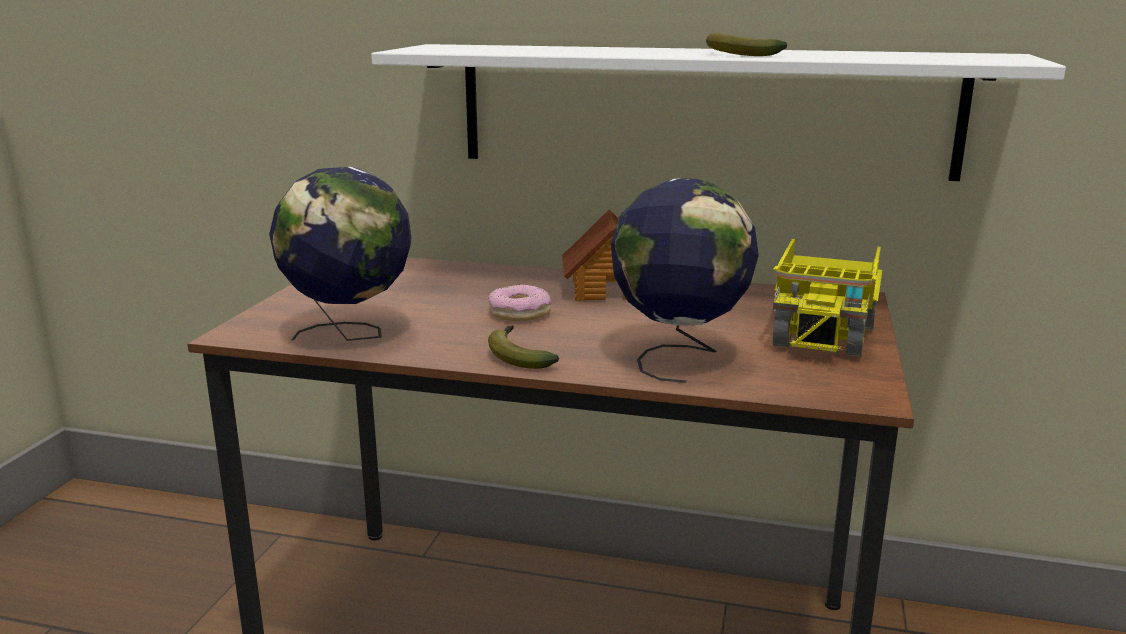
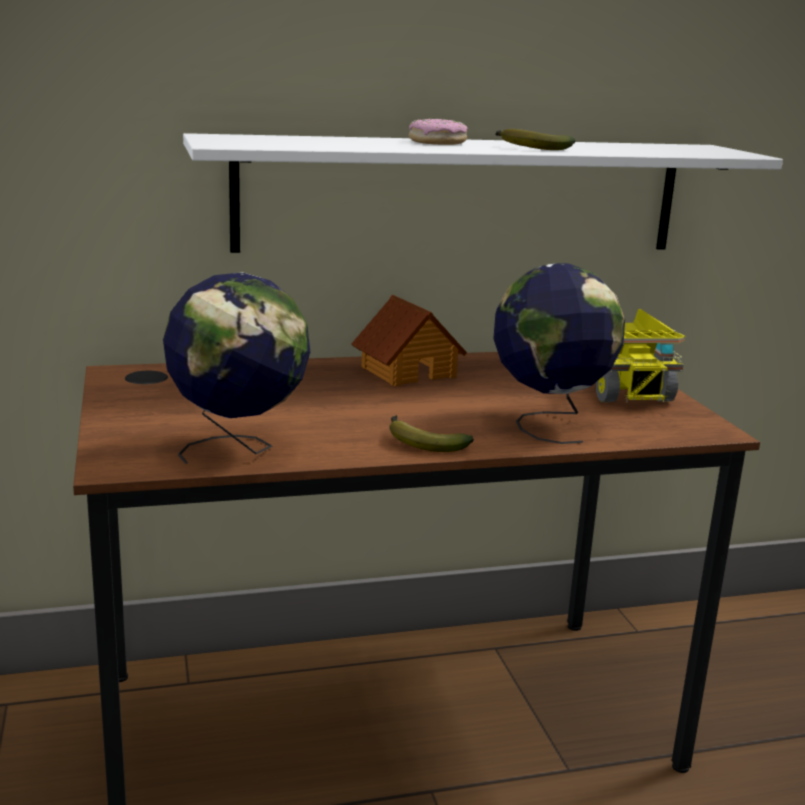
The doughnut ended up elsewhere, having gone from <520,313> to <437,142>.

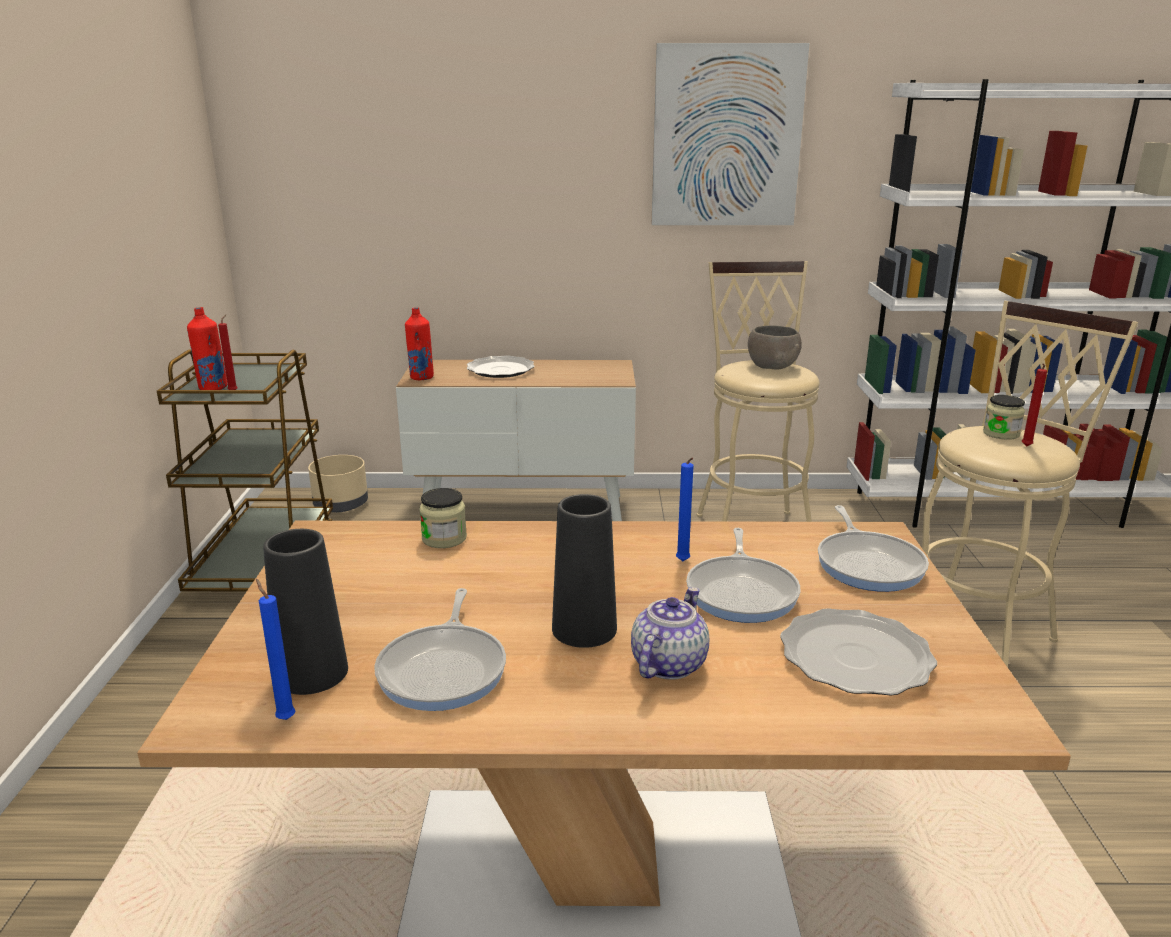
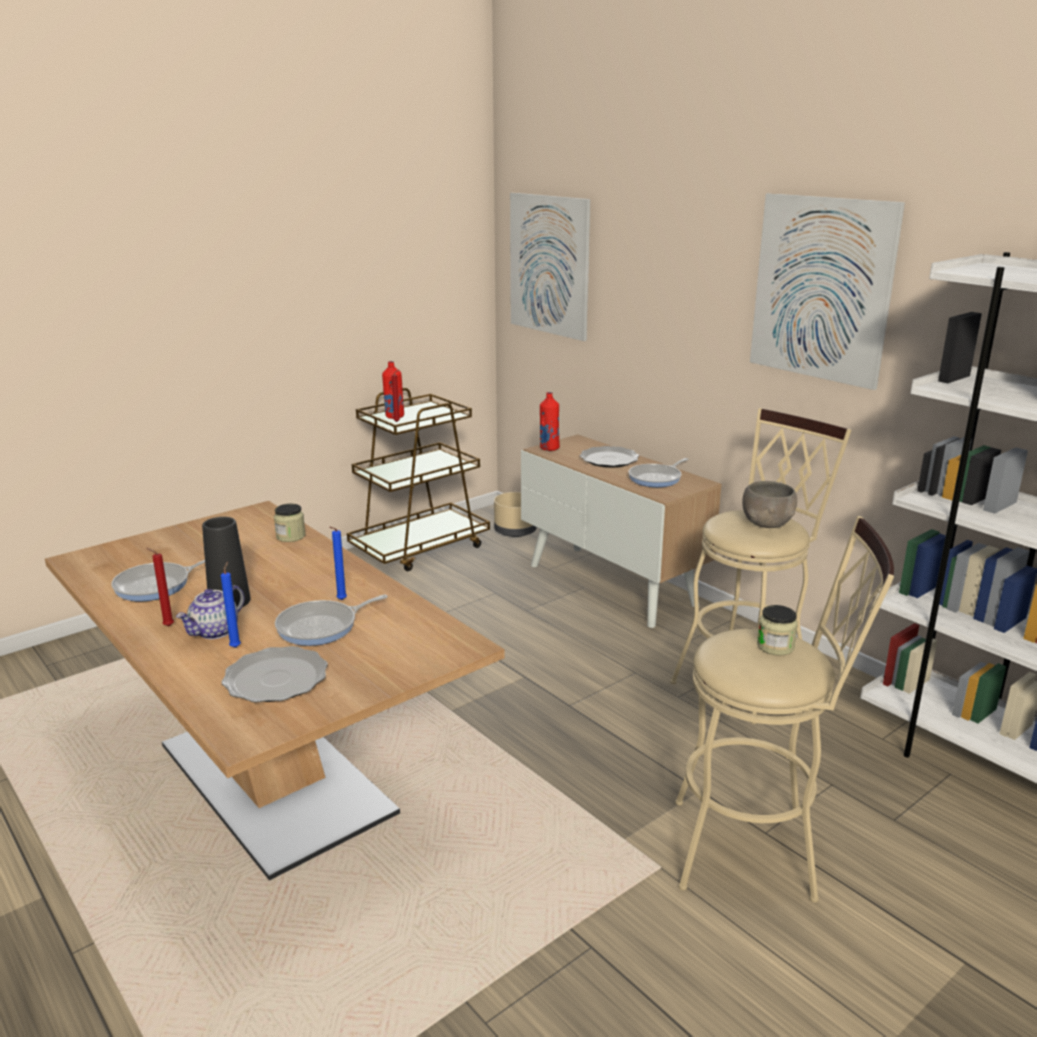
The wax light (reddish) ended up elsewhere, having gone from <1026,447> to <167,626>.
The pot for tea at <668,663> ended up facing another way, 135 degrees clockwise from before.
The wax light (blue) ended up elsewhere, having gone from <284,718> to <236,646>.
The second view gained the picture at <549,265>.
The frying pan ended up elsewhere, having gone from <868,564> to <657,478>.
The second view lost the vase (blackish) at <312,673>.

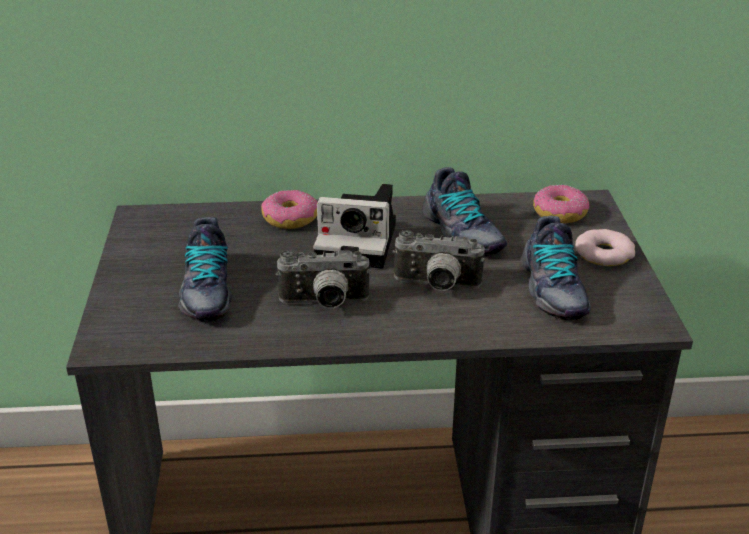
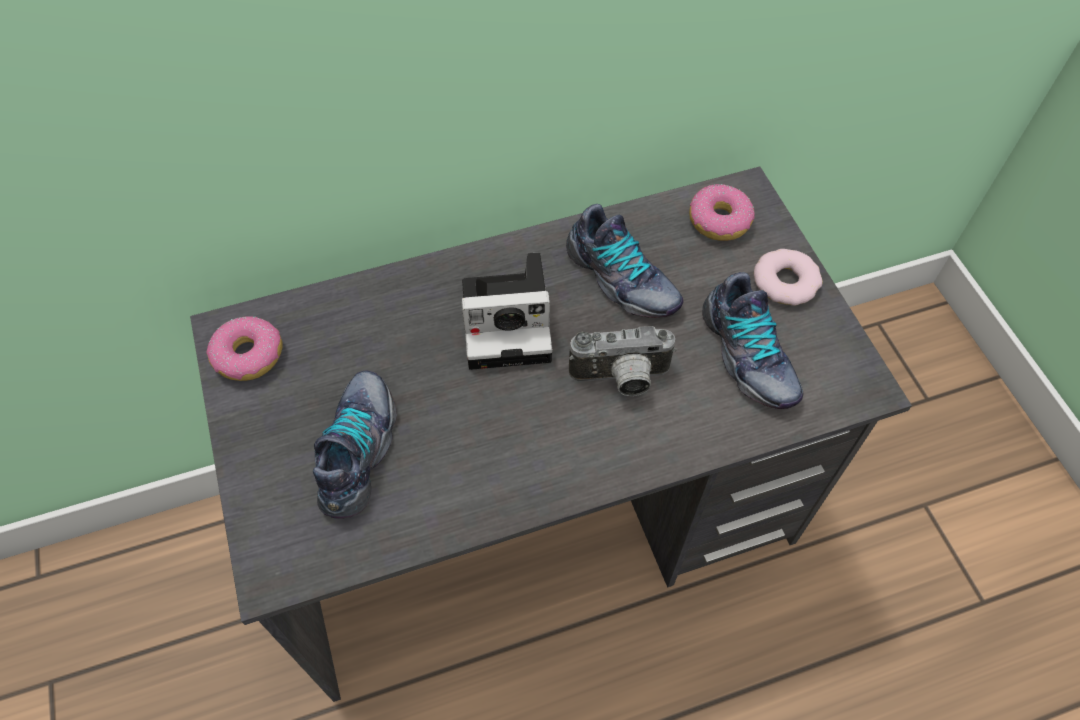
The doughnut ended up elsewhere, having gone from <290,218> to <248,356>.
The low shoe at <206,291> ended up facing another way, 150 degrees counterclockwise from before.
The second view lost the photo camera at <324,304>.

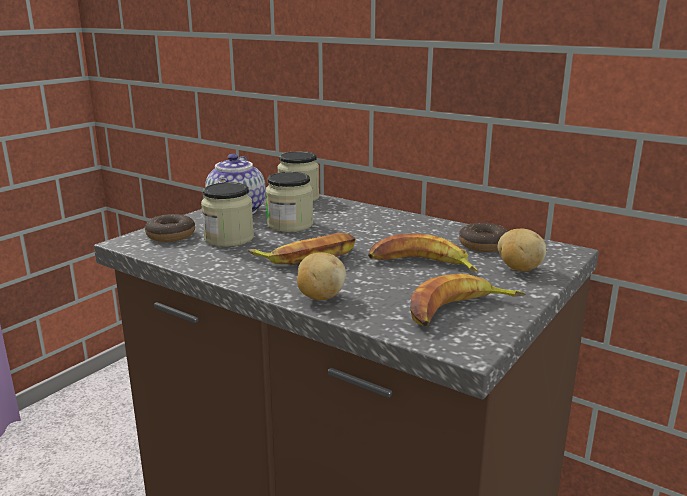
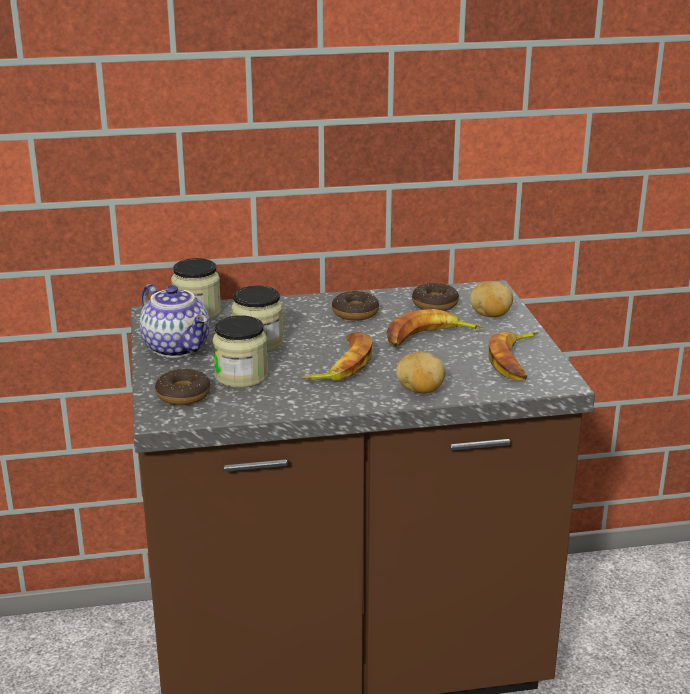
The second view gained the doughnut at <355,313>.

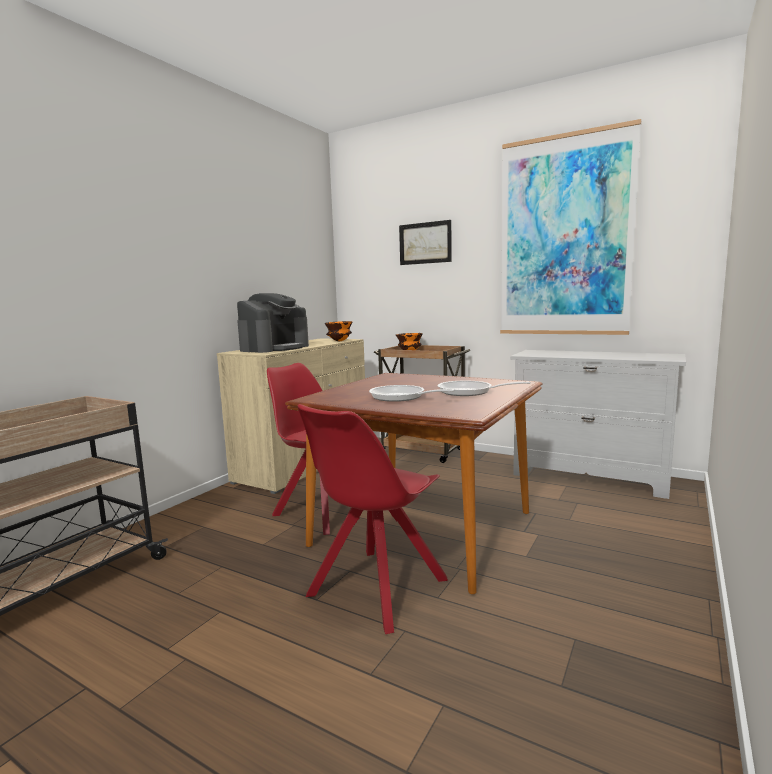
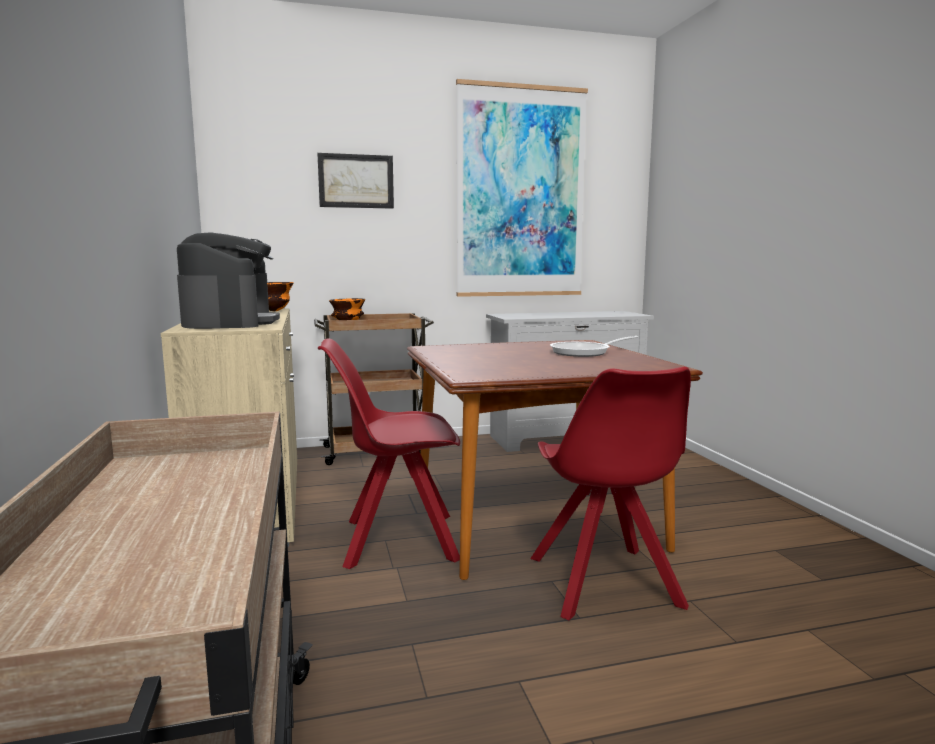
The second view lost the frying pan at <401,397>.

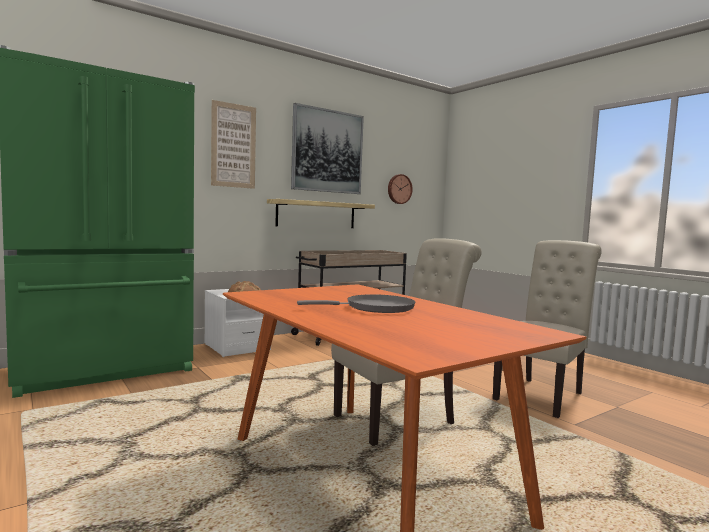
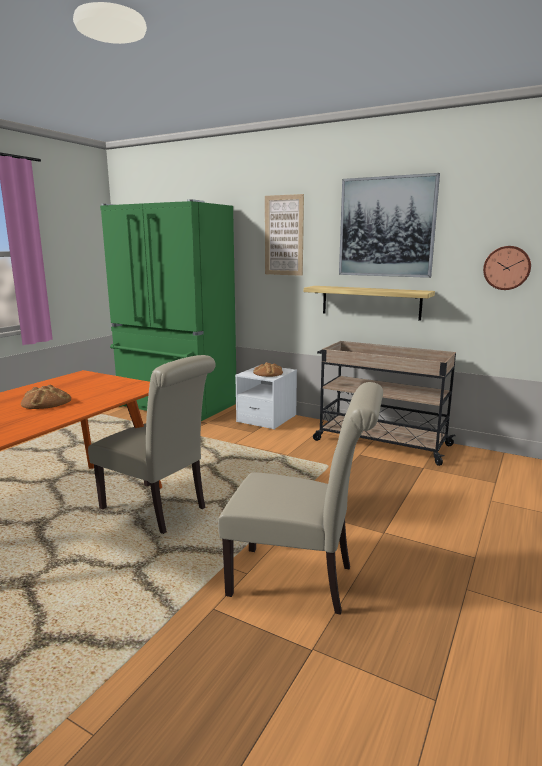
Where the frying pan (gray) stood at <375,308>, the bakery bread came to stand at <46,402>.

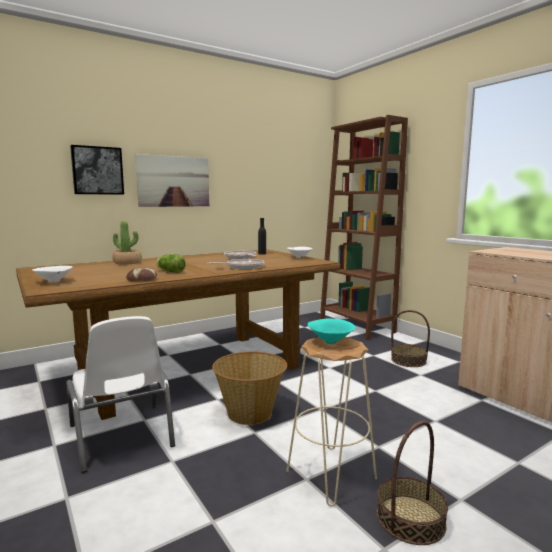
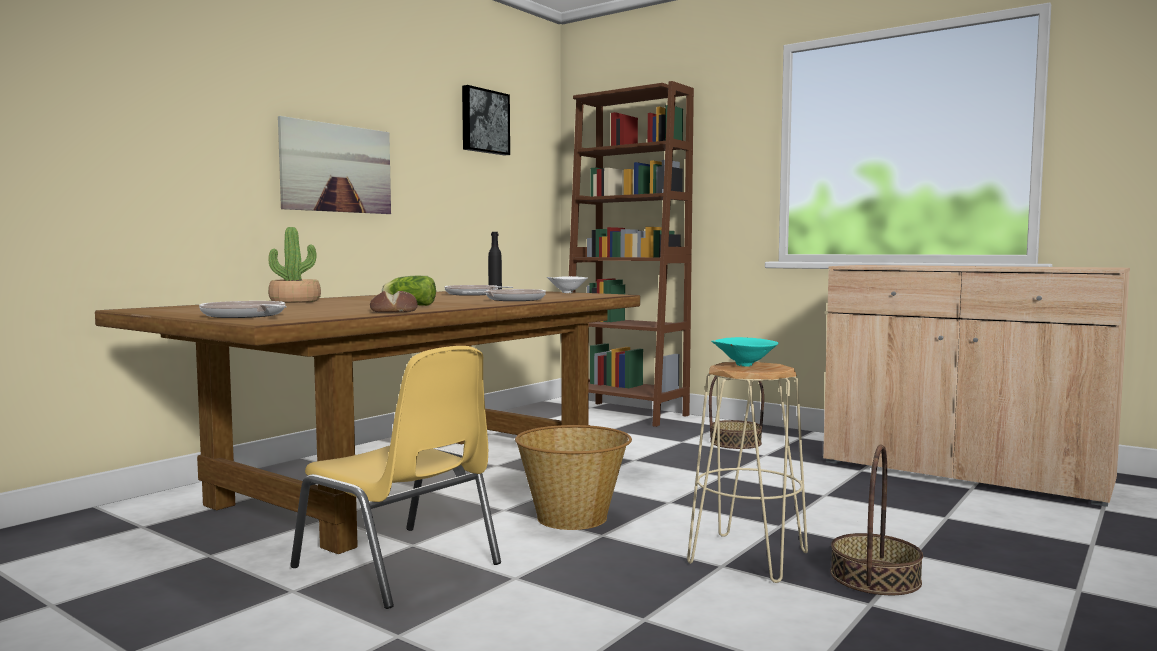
Where the deep dish (white-coloured) stood at <54,282>, the frying pan came to stand at <245,316>.
What was the chair (white-coloured) at <122,436> turned into the chair (yellow-coloured) at <400,566>.
The picture ended up elsewhere, having gone from <97,170> to <484,121>.

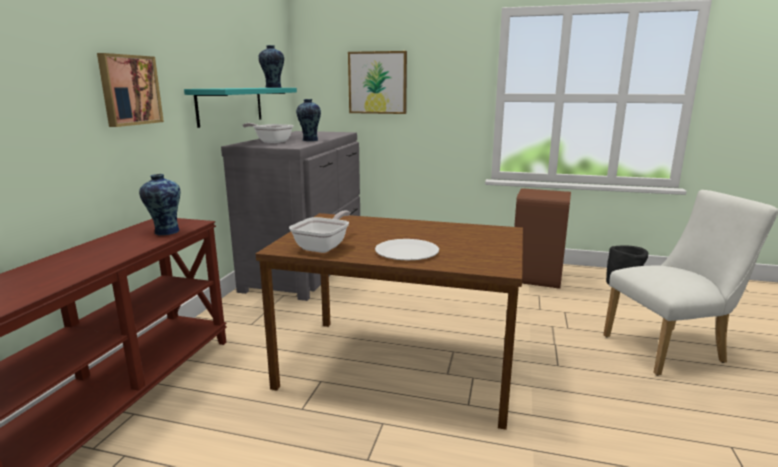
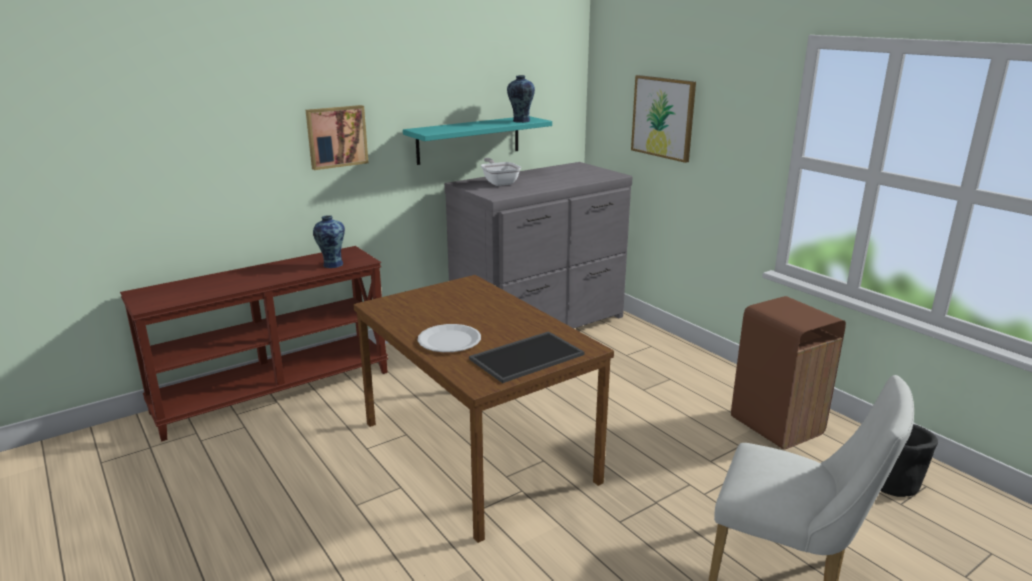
The second view gained the carrying tray at <526,356>.
The second view lost the frying pan at <324,246>.
The second view lost the vase at <309,140>.

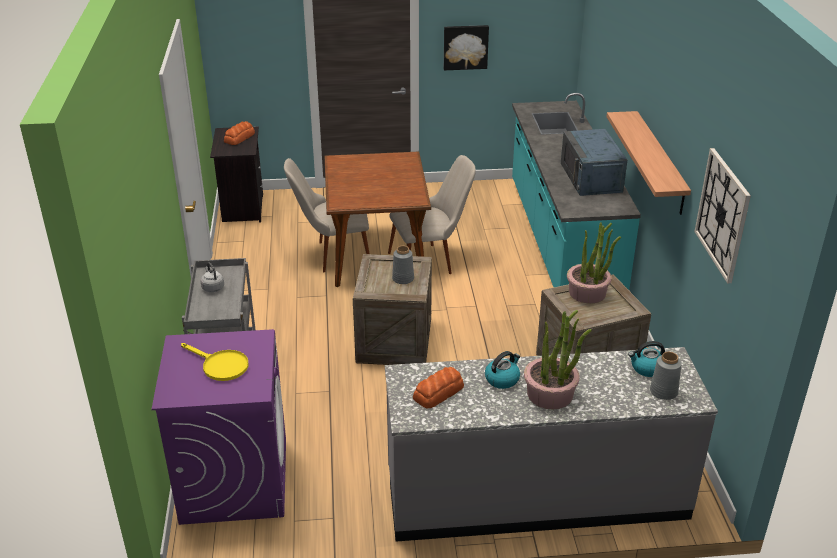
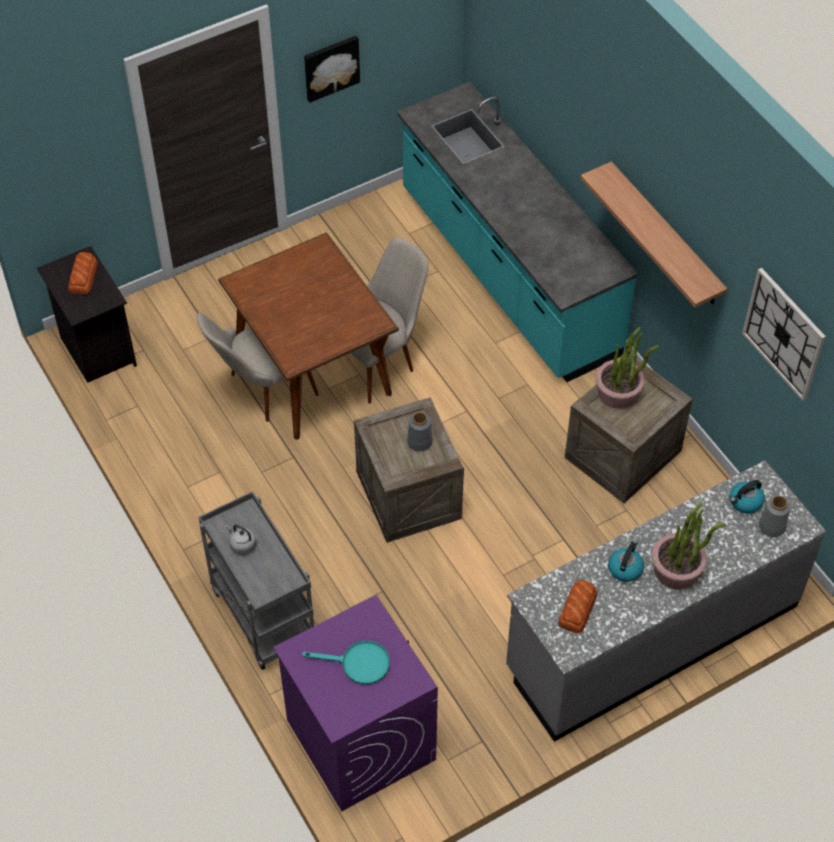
What was the frying pan (yellow-coloured) at <220,366> turned into the frying pan (turquoise) at <358,664>.
The second view lost the kitchen microwave (blue) at <591,177>.

